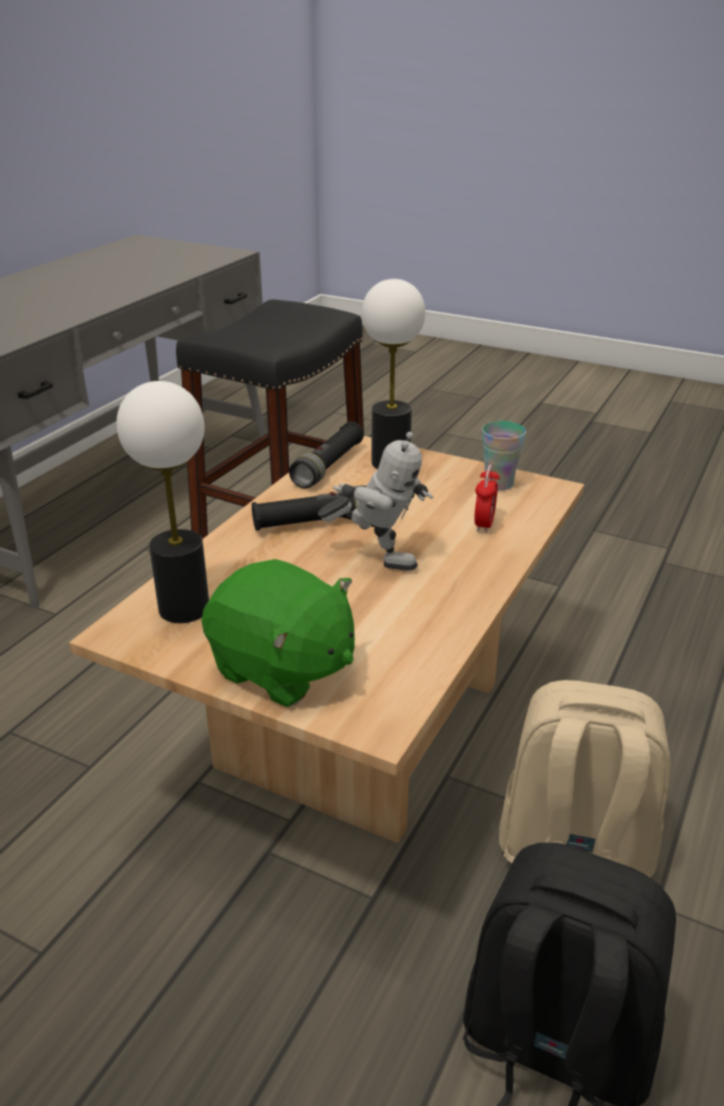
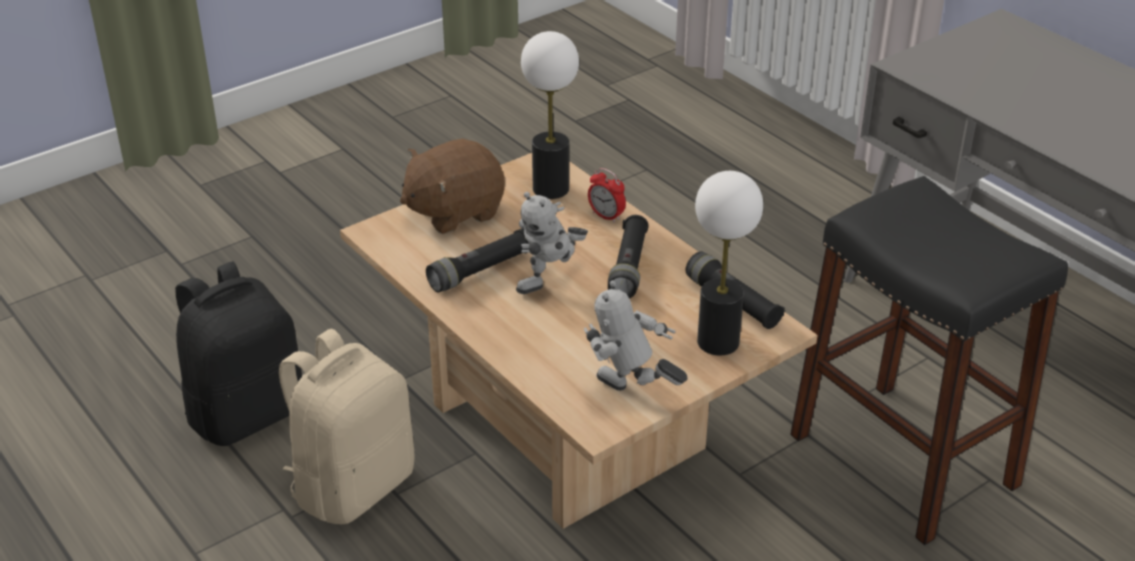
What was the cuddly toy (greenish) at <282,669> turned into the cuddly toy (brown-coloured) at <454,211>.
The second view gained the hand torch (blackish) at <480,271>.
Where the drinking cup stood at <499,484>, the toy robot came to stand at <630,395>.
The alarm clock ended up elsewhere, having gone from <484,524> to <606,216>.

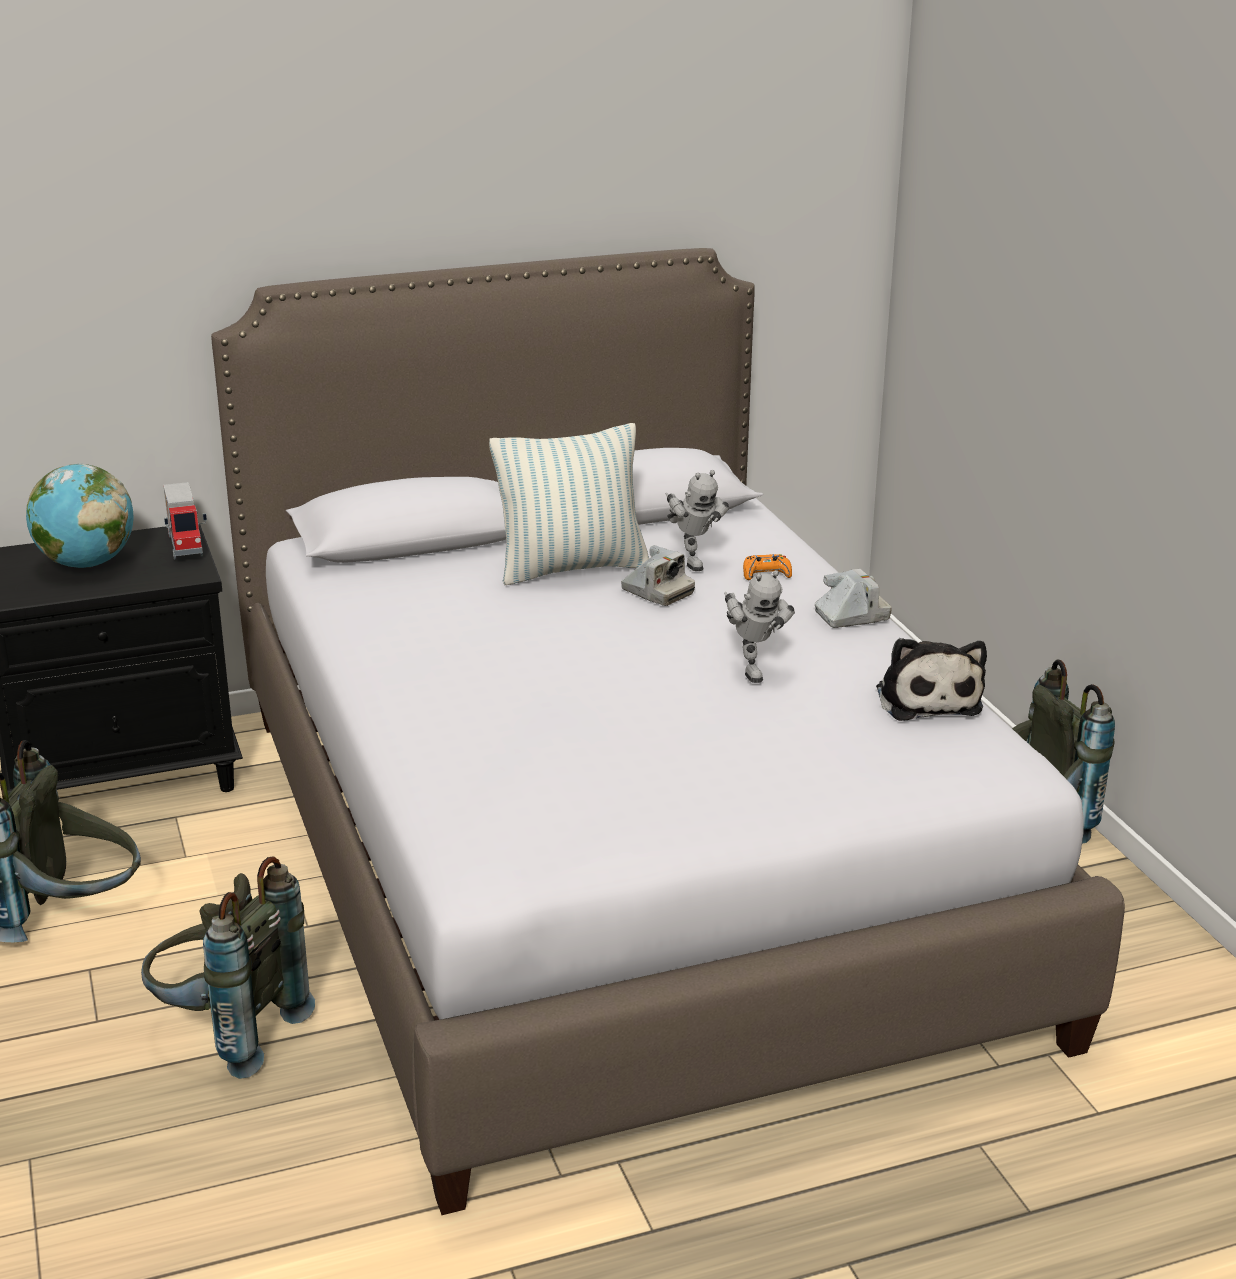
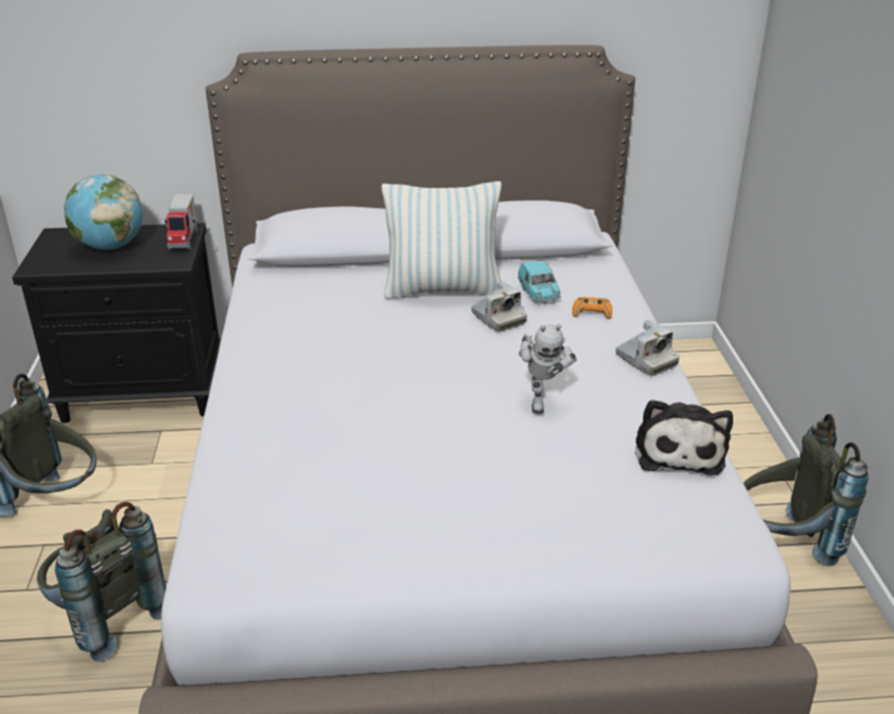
Where the toy robot stood at <692,560>, the toy car (turquoise) came to stand at <538,294>.
The photo camera at <852,616> ended up facing another way, 60 degrees clockwise from before.

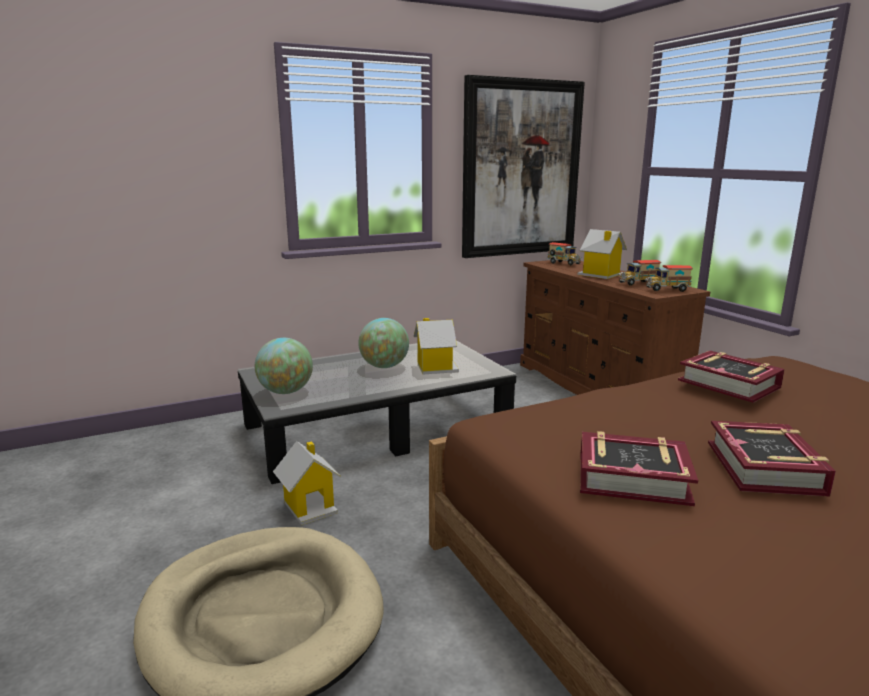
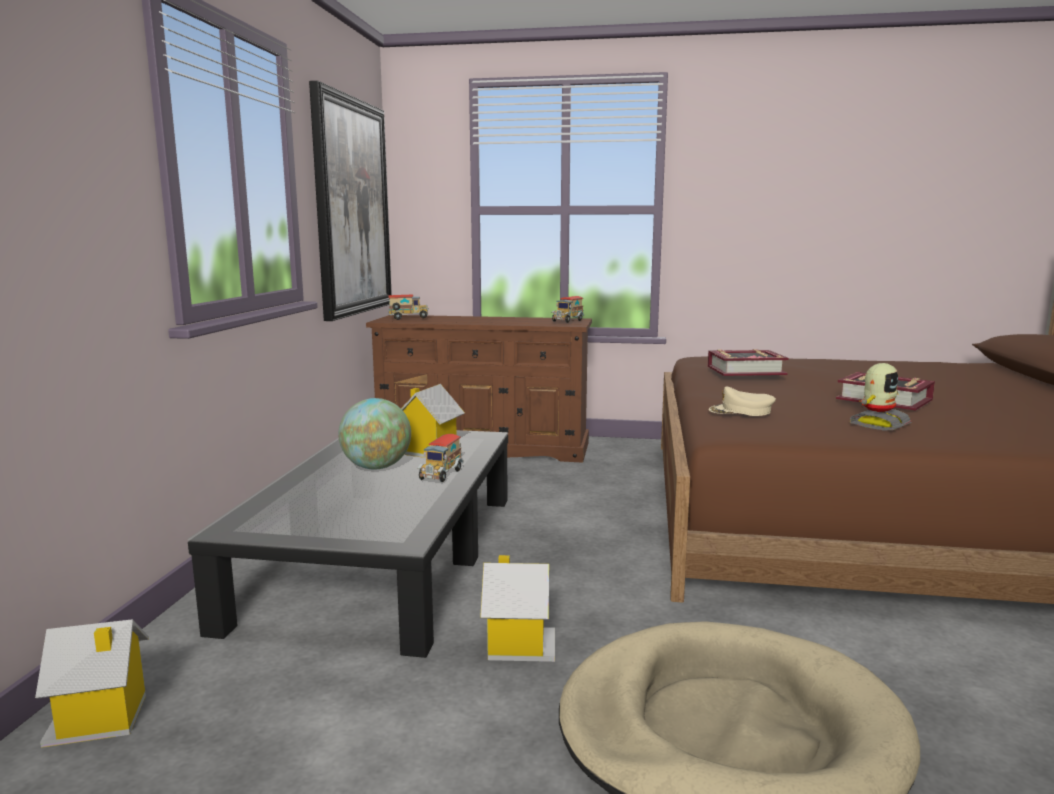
The model house ended up elsewhere, having gone from <600,275> to <101,720>.
The toy truck ended up elsewhere, having gone from <638,284> to <440,475>.
The second view gained the baseball cap (beige-coloured) at <741,411>.
Where the book stood at <632,478>, the toy robot came to stand at <878,424>.
The second view lost the world globe at <286,392>.

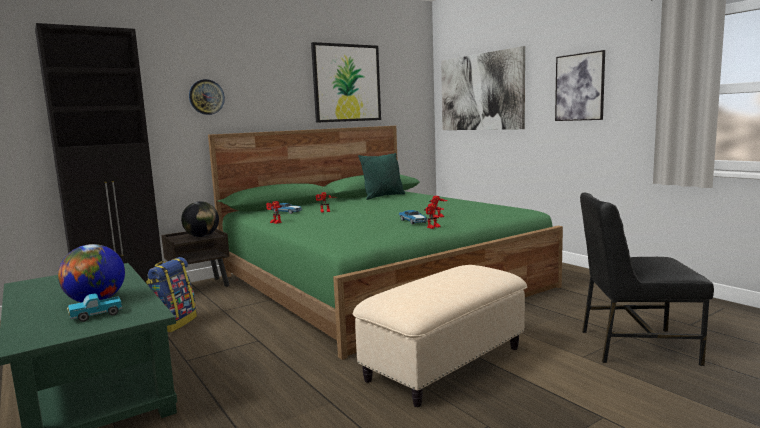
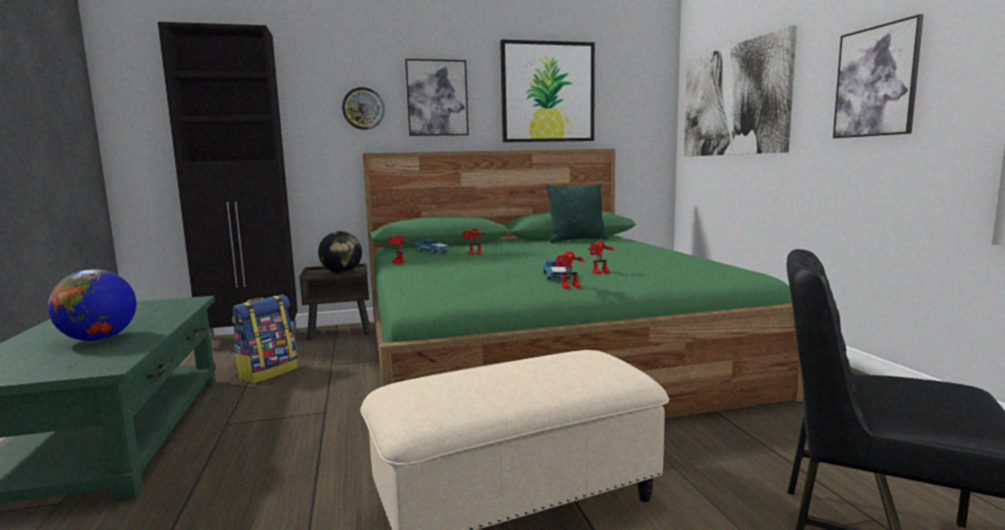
The second view gained the picture at <437,98>.
The second view lost the toy truck at <96,316>.

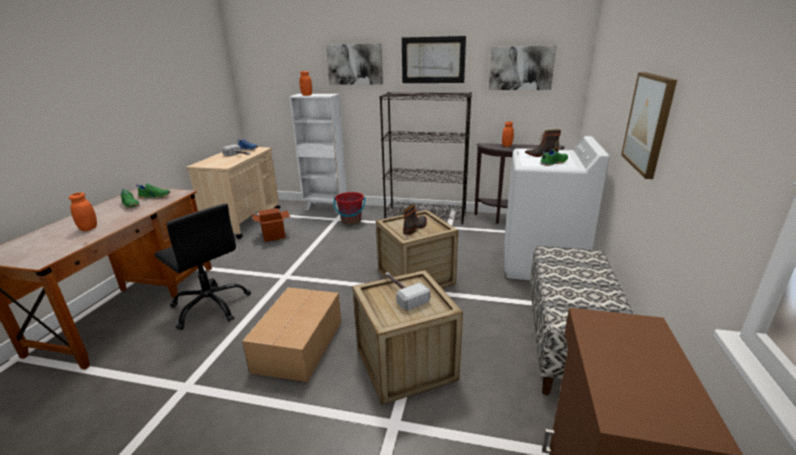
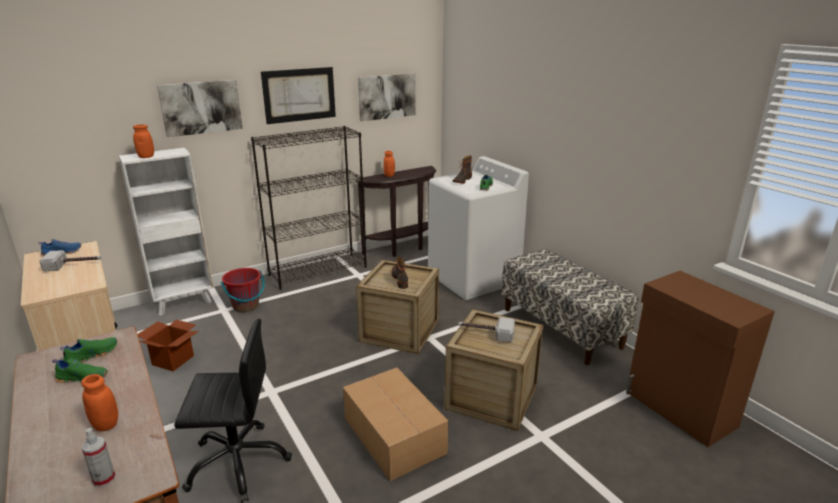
The second view gained the spray bottle at <104,479>.
The second view lost the picture at <648,122>.

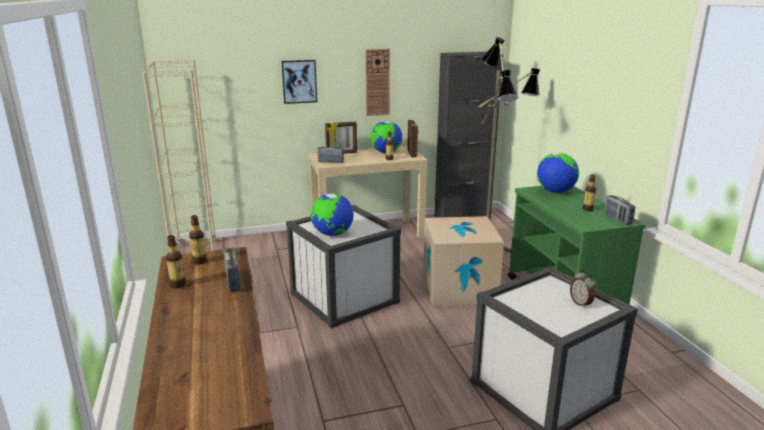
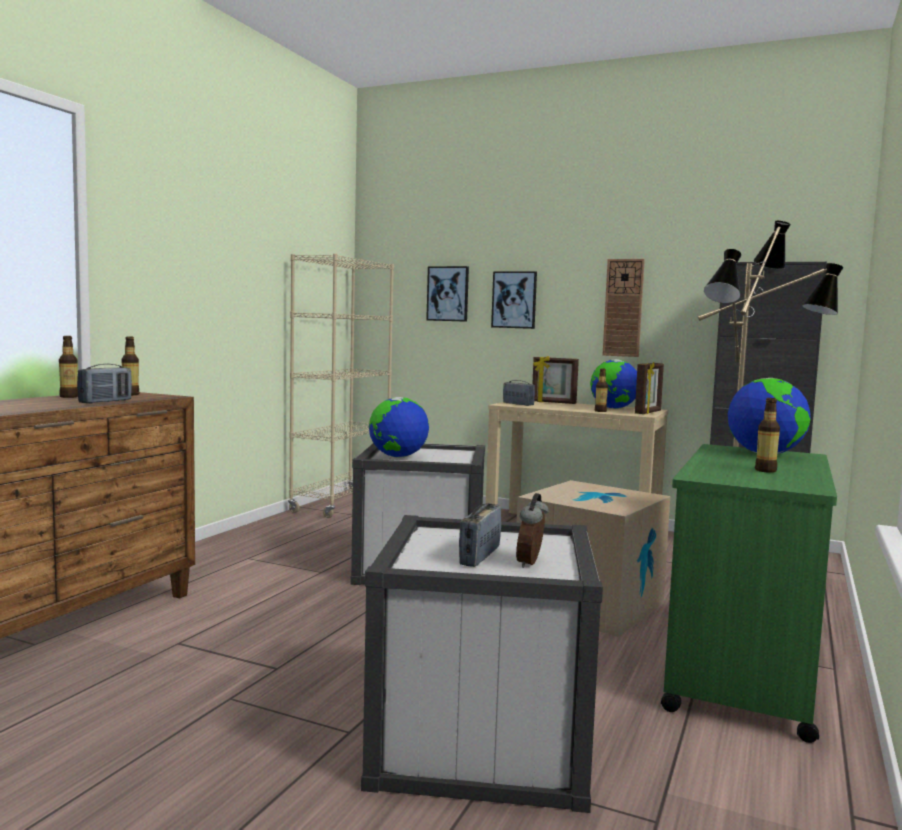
The second view gained the picture at <448,293>.
The radio ended up elsewhere, having gone from <617,219> to <479,556>.

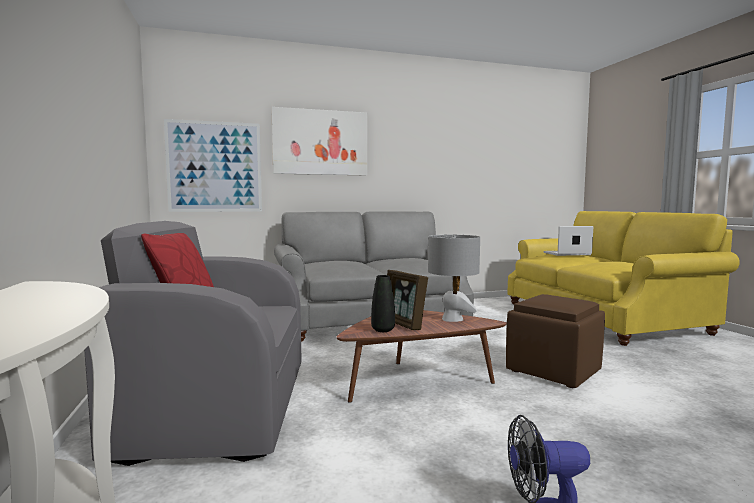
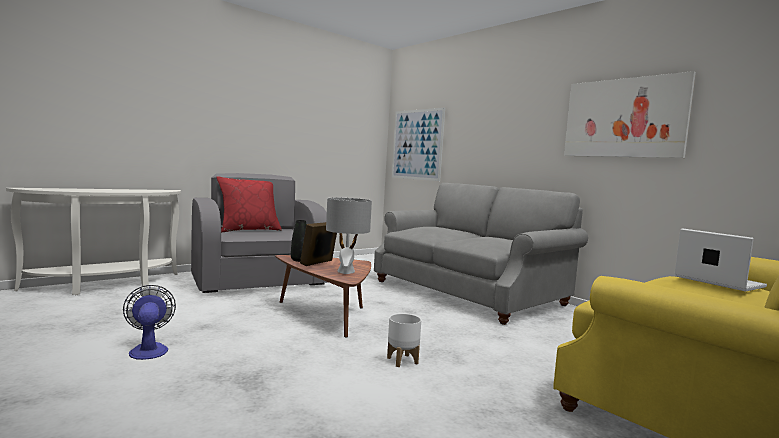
Where the ottoman (brown-coloured) stood at <554,370>, the planter (white-coloured) came to stand at <402,361>.
The picture ended up elsewhere, having gone from <320,142> to <624,118>.

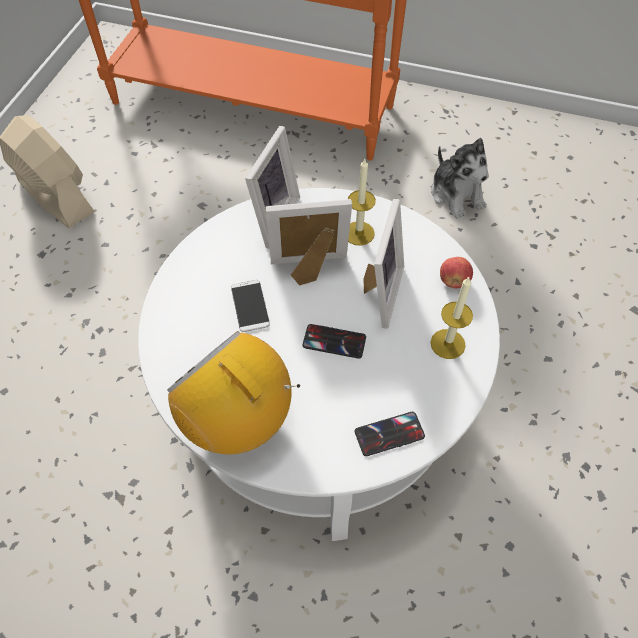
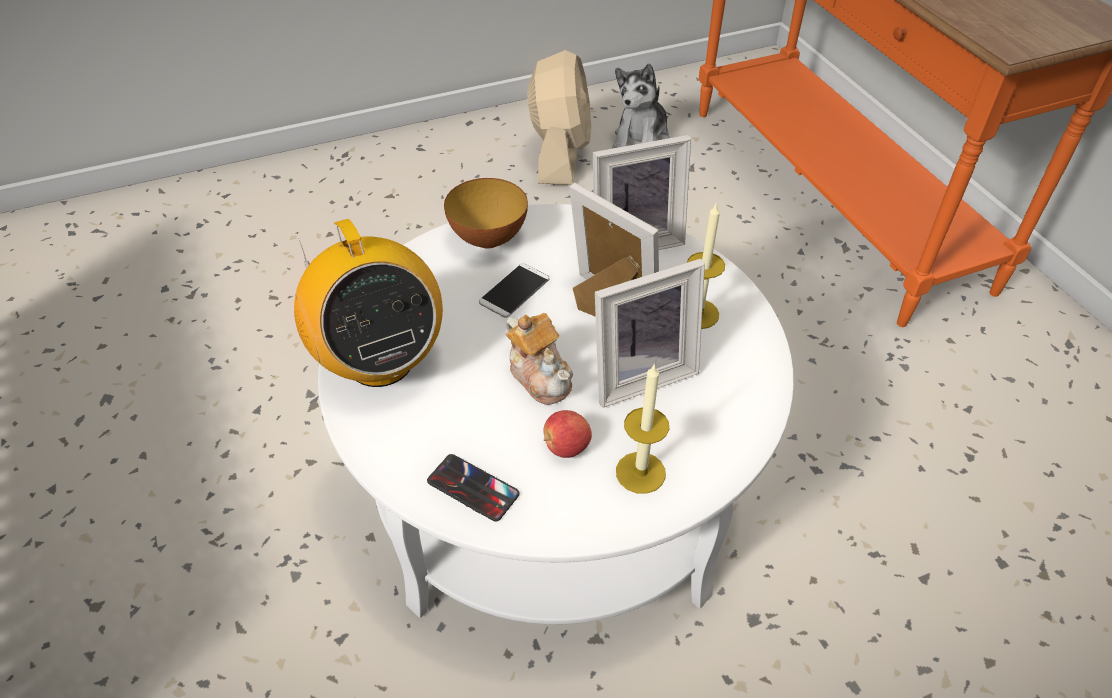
The radio at <238,420> ended up facing another way, 150 degrees clockwise from before.
The second view gained the deep dish at <488,239>.
Where the telephone stood at <334,341>, the pot for tea came to stand at <540,376>.
The whole apple ended up elsewhere, having gone from <453,281> to <566,447>.
The cuddly toy ended up elsewhere, having gone from <456,195> to <641,139>.

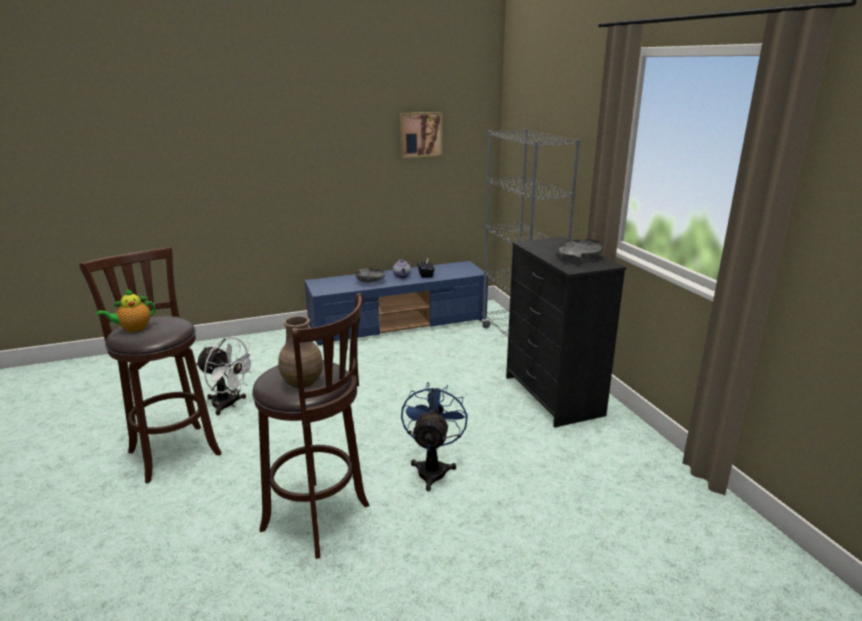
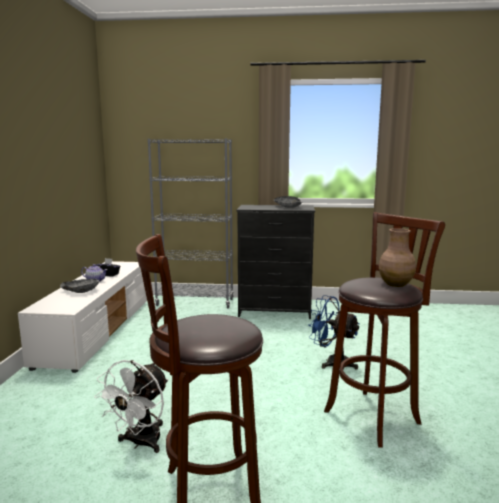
What was the tv stand (blue) at <399,324> turned into the tv stand (white-coloured) at <97,330>.
The cooling fan (white-coloured) at <229,405> ended up facing another way, 150 degrees clockwise from before.
The second view lost the pot for tea at <133,329>.
The second view lost the picture at <420,134>.

